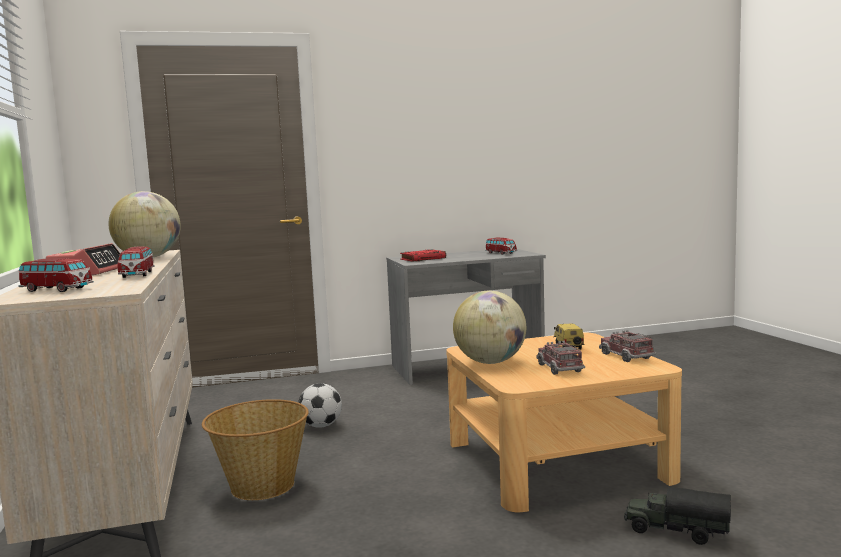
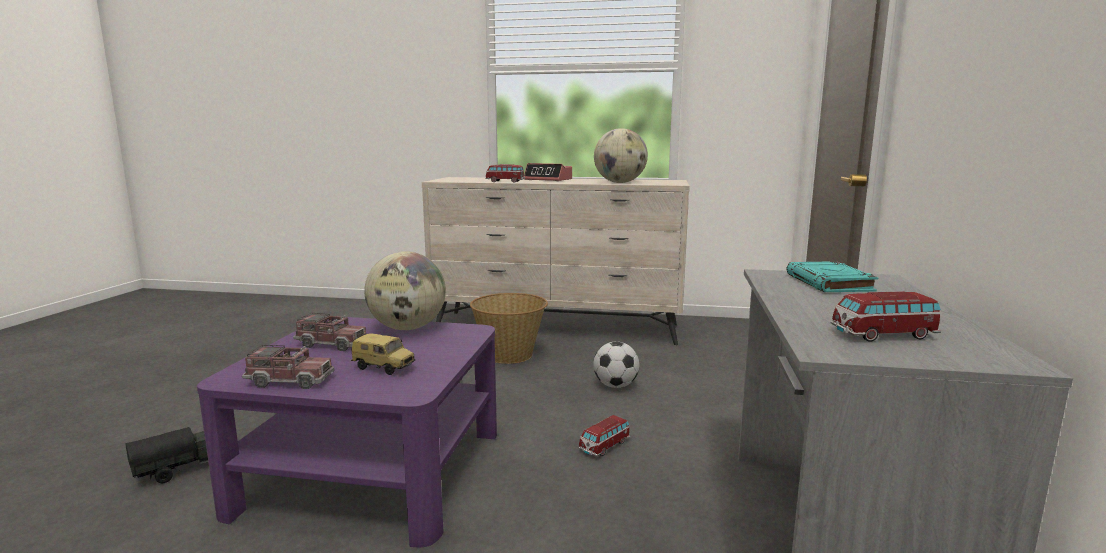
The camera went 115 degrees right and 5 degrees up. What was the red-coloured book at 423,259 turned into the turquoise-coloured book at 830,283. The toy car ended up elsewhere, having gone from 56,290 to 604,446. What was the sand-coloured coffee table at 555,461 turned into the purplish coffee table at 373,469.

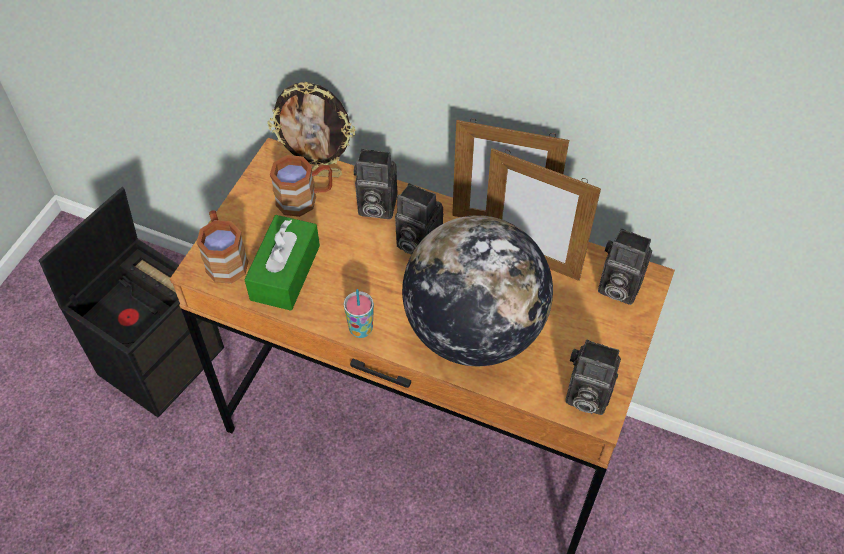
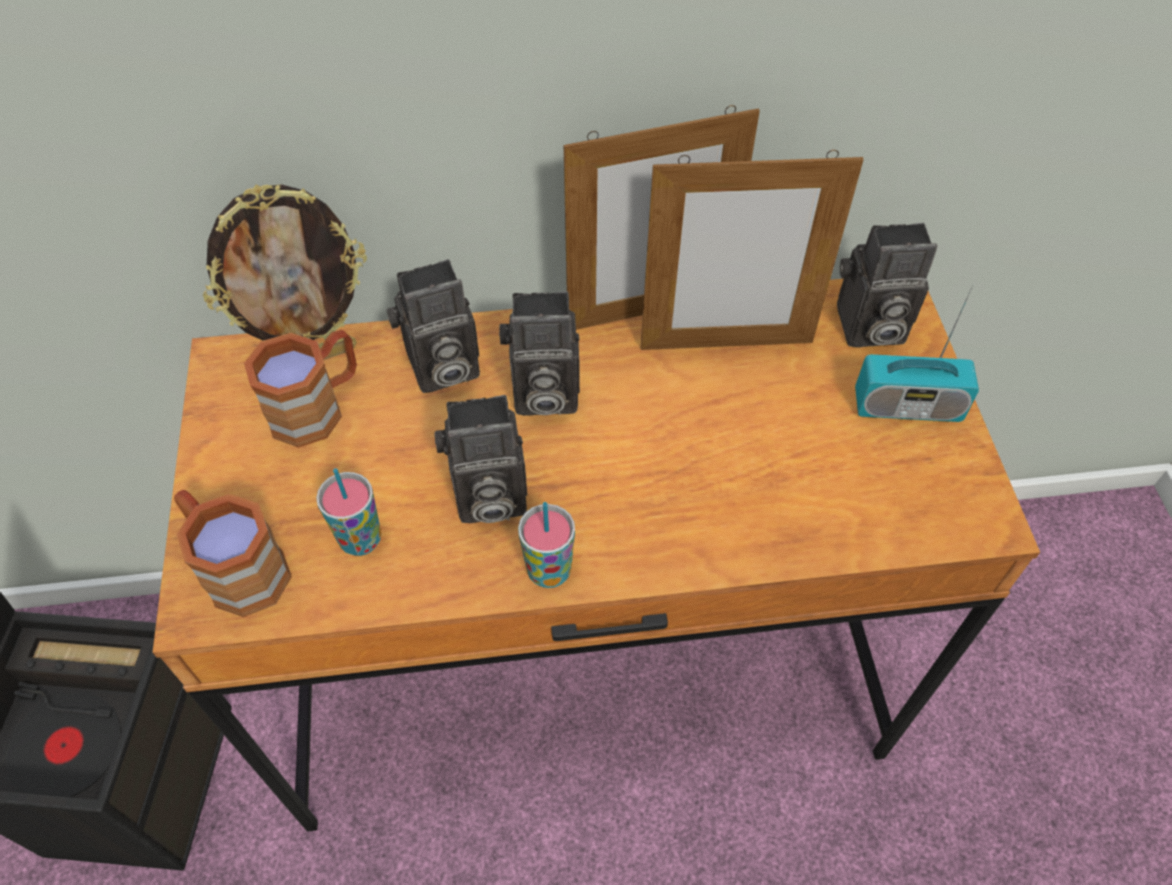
The camera went 30 degrees left and 0 degrees up. Where the green tissue holder stood at 285,272, the drinking cup came to stand at 361,540. The second view lost the globe at 473,330. The photo camera ended up elsewhere, having gone from 585,395 to 486,498. The second view gained the radio receiver at 907,406.

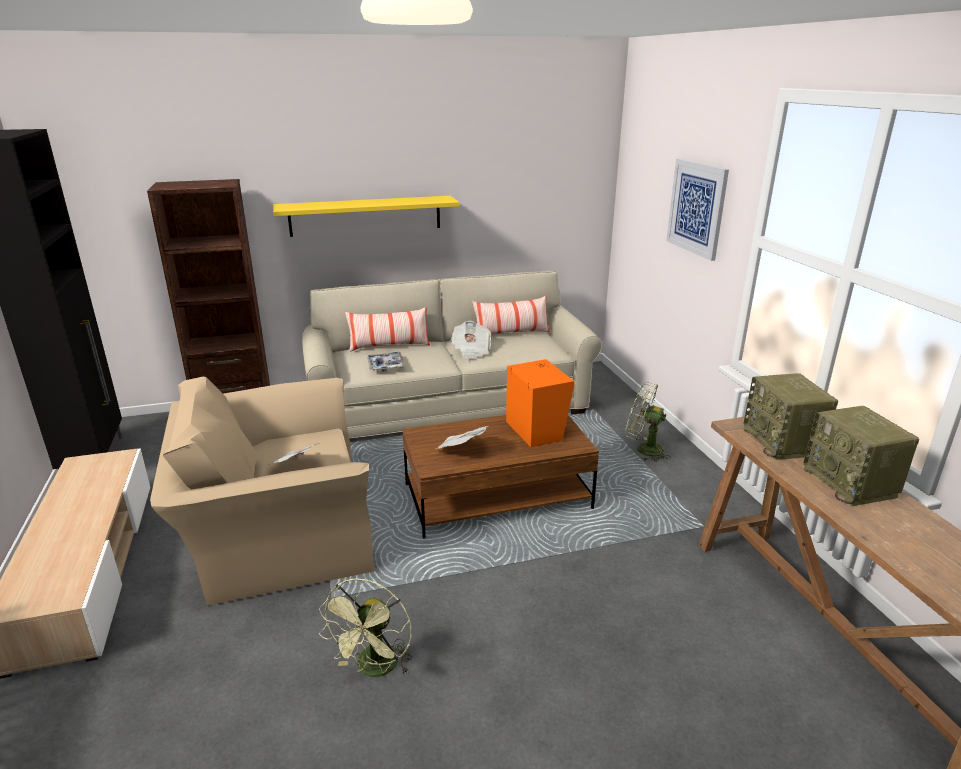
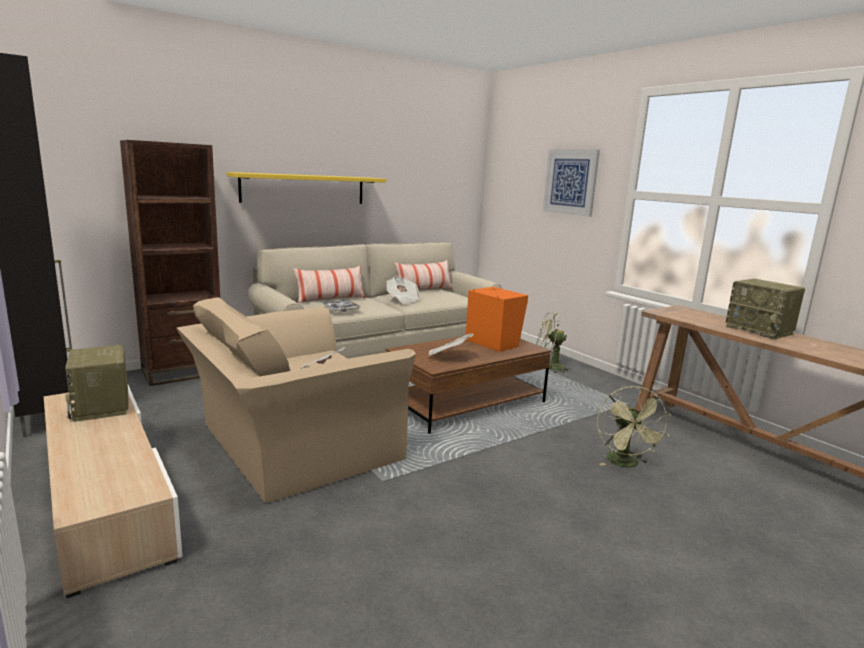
The camera went 20 degrees left and 10 degrees down. The radio receiver ended up elsewhere, having gone from 783,442 to 102,407. The green fan ended up elsewhere, having gone from 375,669 to 626,464.

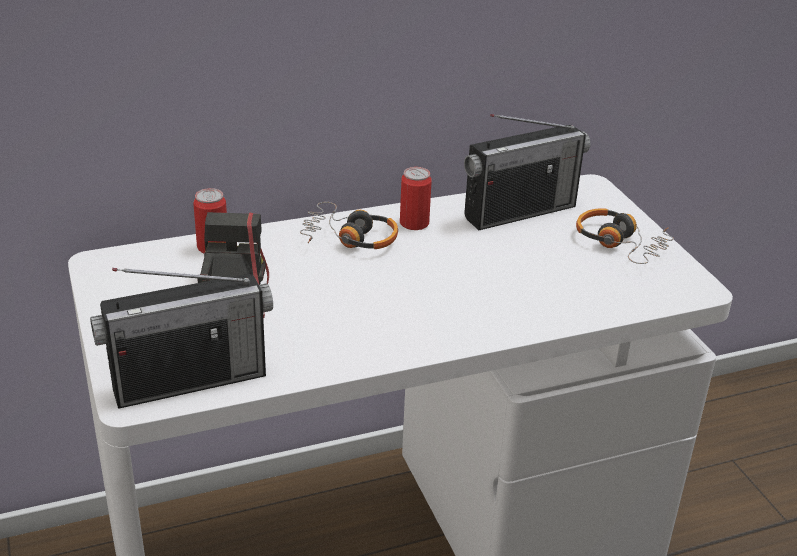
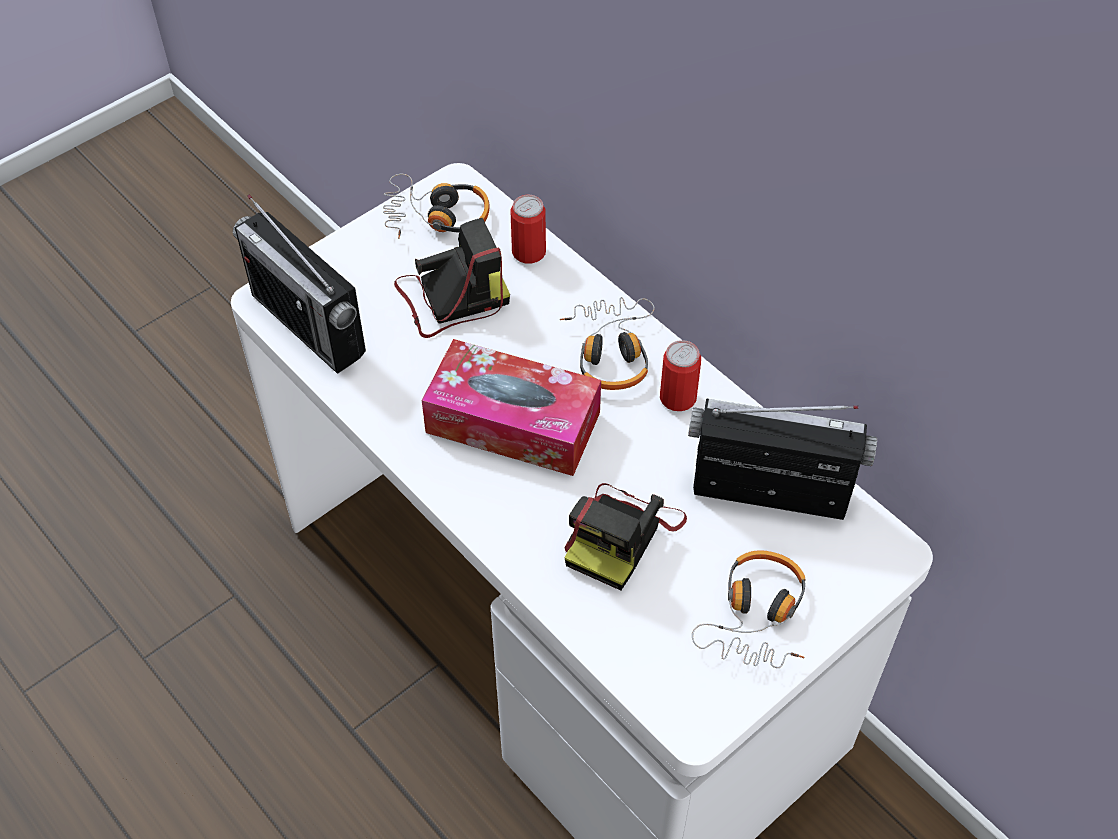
The camera went 70 degrees right and 20 degrees up. The radio receiver at 519,212 ended up facing another way, 150 degrees clockwise from before. The second view gained the pair of headphones at 436,216. The second view gained the tissue holder at 513,422. The second view gained the photo camera at 621,535.

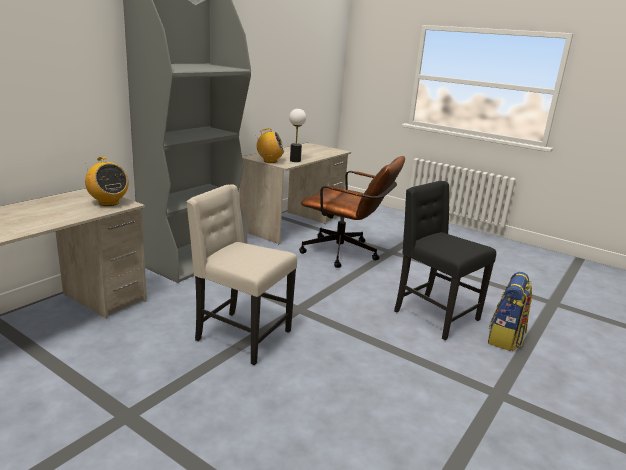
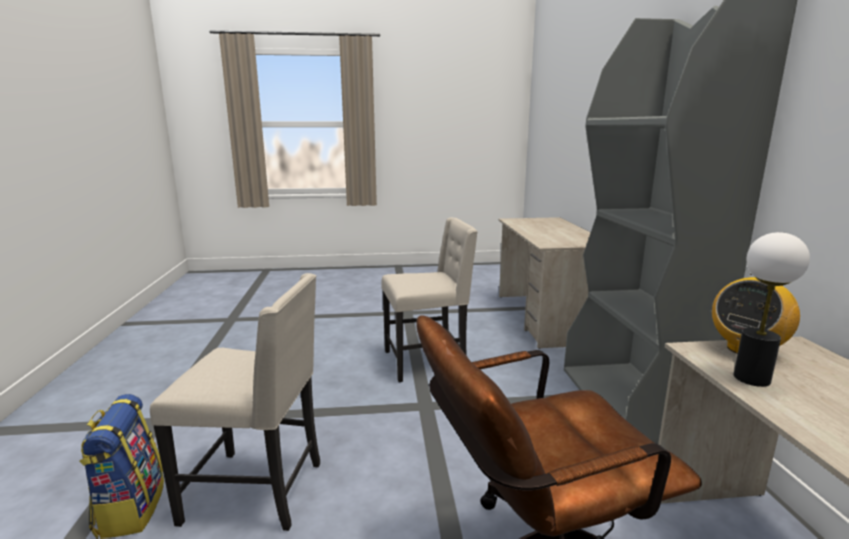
The camera went 140 degrees right and 5 degrees down. The second view lost the radio receiver at 108,203. What was the black upright chair at 434,315 turned into the sand-coloured upright chair at 258,491.

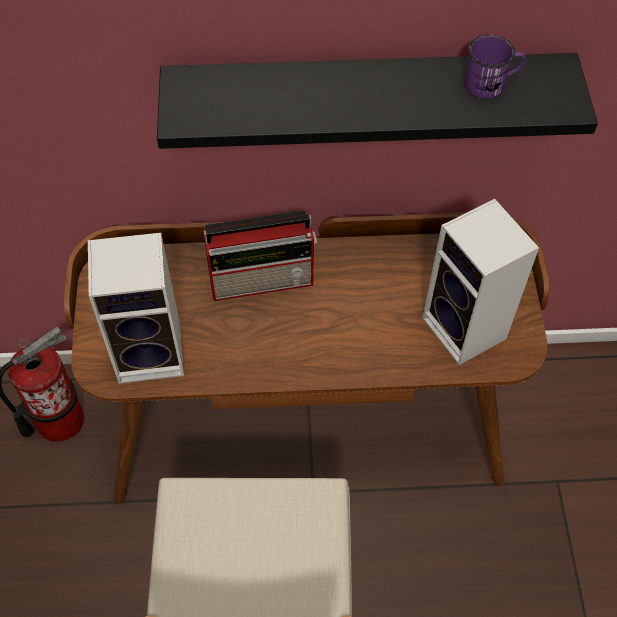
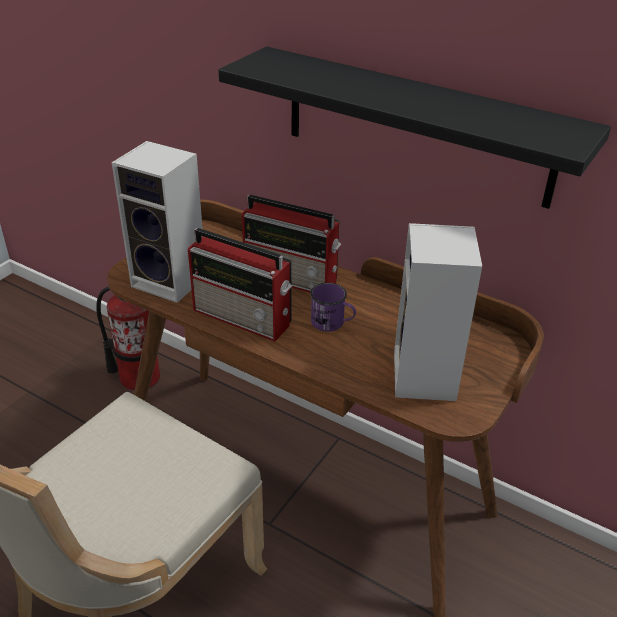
The camera went 35 degrees right and 20 degrees down. The purplish tea mug ended up elsewhere, having gone from 491,83 to 332,323. The second view gained the radio receiver at 244,318.

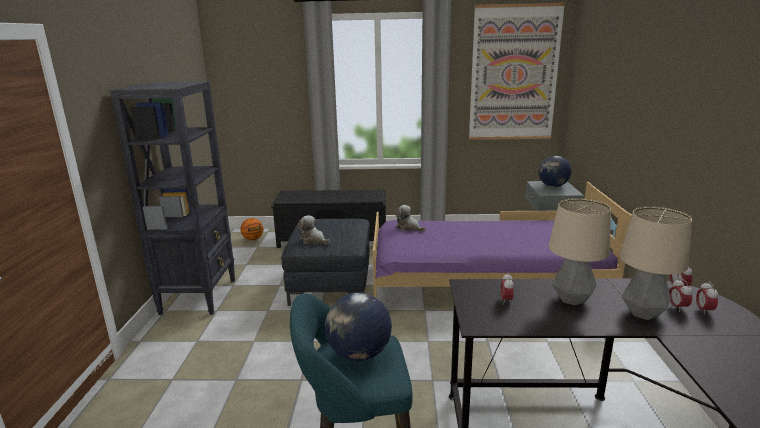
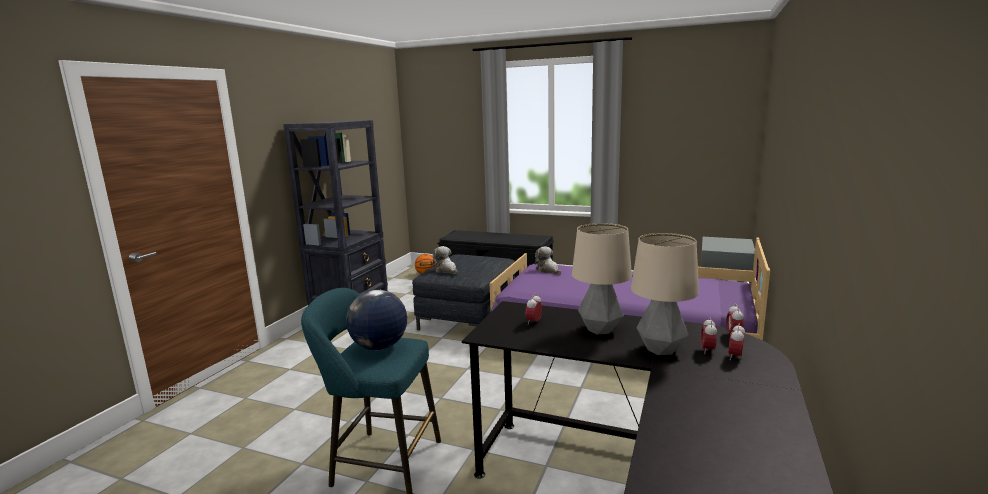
The camera went 20 degrees right and 5 degrees down. The second view lost the picture at 514,74. The second view lost the globe at 553,186.

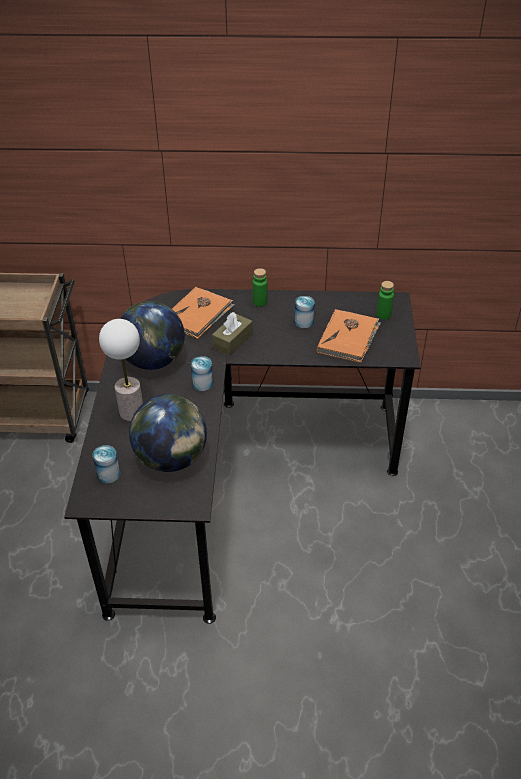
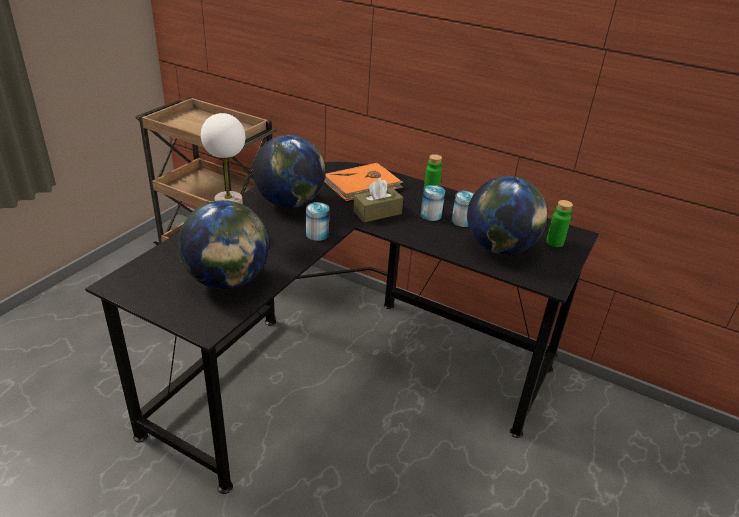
The camera went 25 degrees right and 10 degrees down. Where the orange book stood at 348,338, the globe came to stand at 499,248. The sealed can ended up elsewhere, having gone from 108,474 to 431,215.

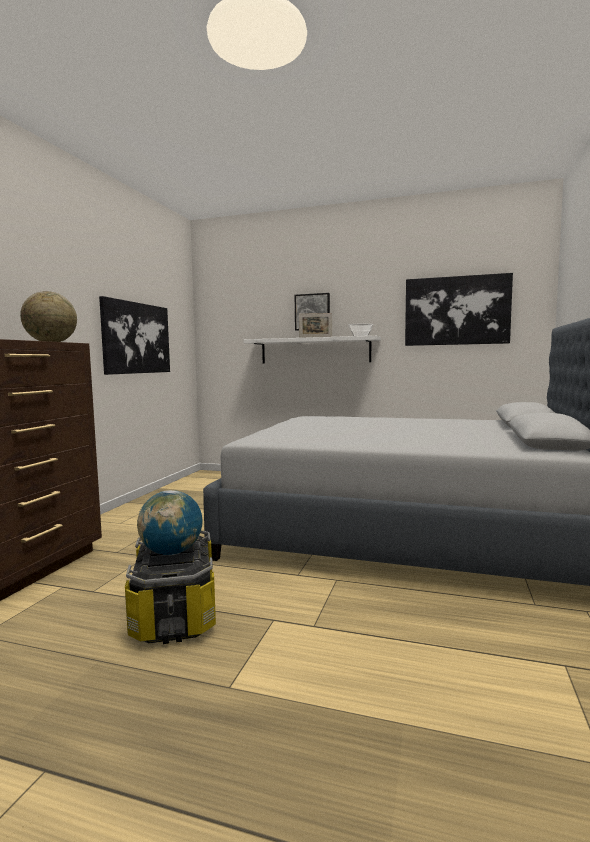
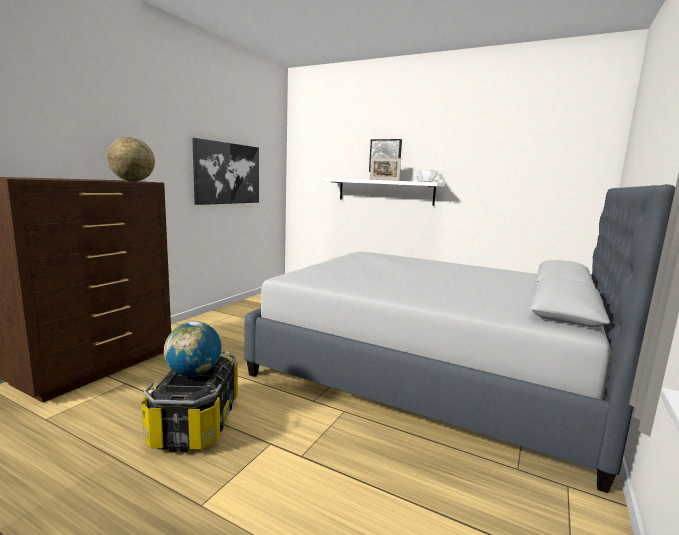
The camera went 10 degrees right and 5 degrees up. The second view lost the picture at 456,310.

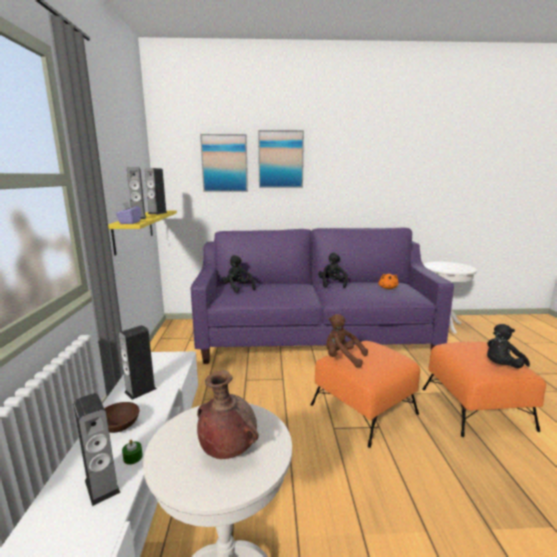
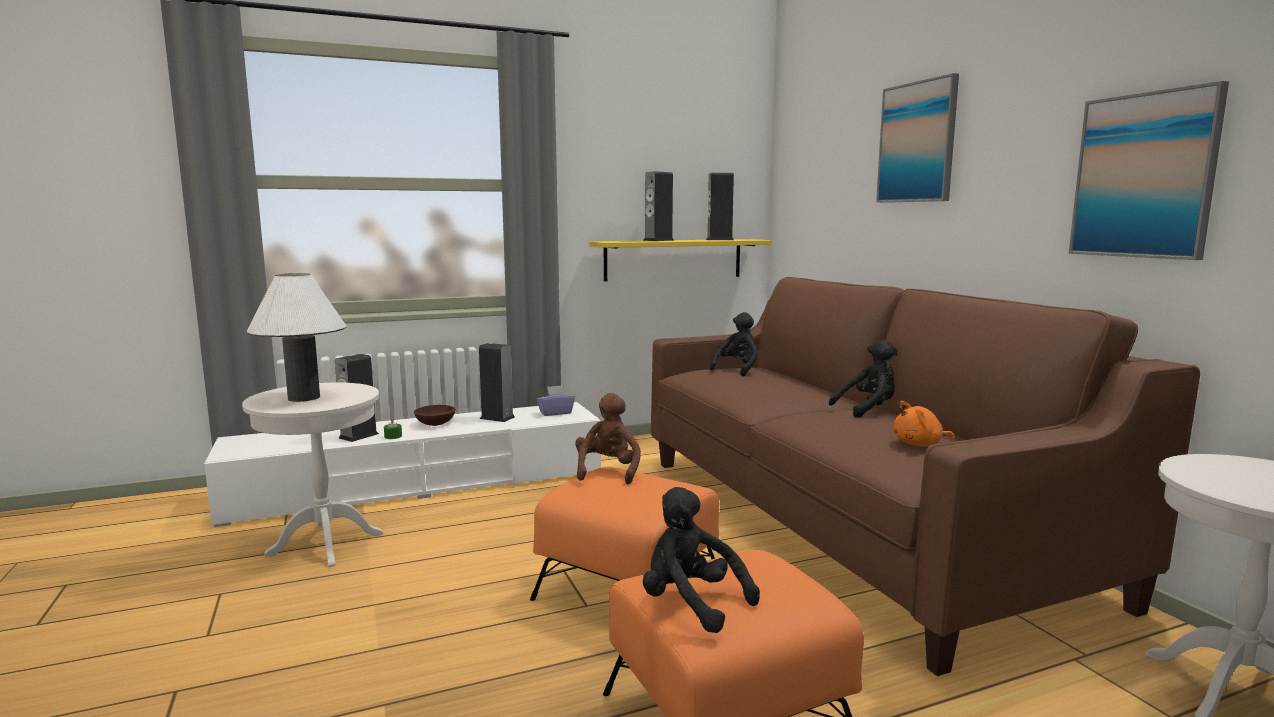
The camera went 70 degrees right and 5 degrees down. The picture ended up elsewhere, having gone from 224,163 to 1144,176. The purplish tissue holder ended up elsewhere, having gone from 129,222 to 555,413. What was the purplish sofa at 313,338 turned into the brown-coloured sofa at 845,521. Where the brown-coloured decorative vase stood at 227,450, the whitish table lamp came to stand at 304,398.

